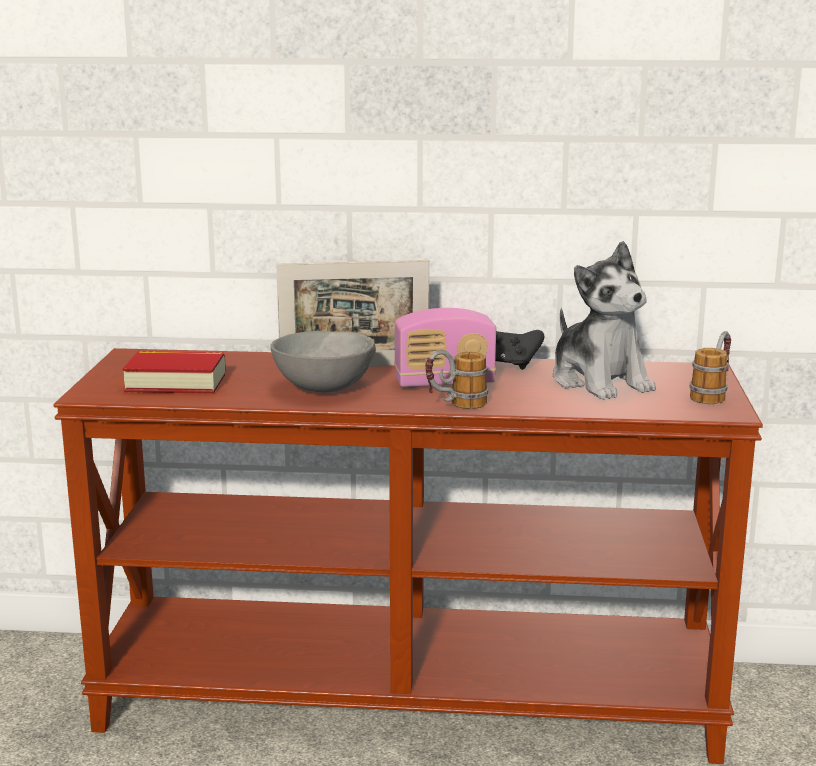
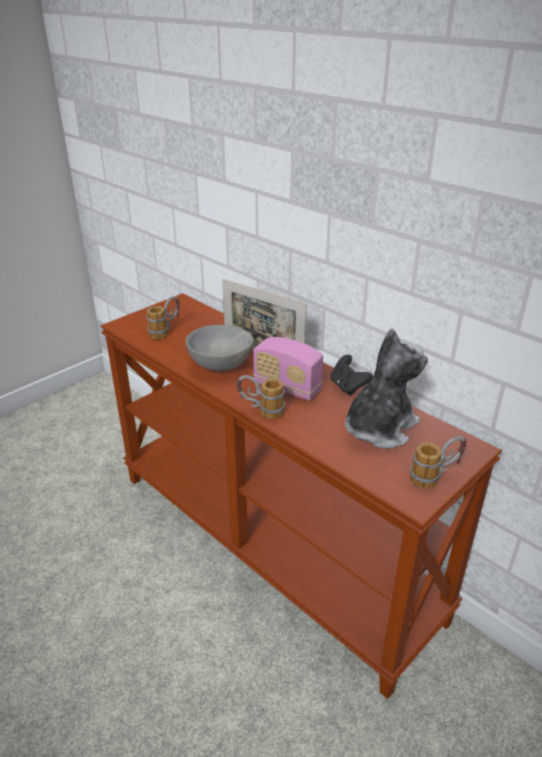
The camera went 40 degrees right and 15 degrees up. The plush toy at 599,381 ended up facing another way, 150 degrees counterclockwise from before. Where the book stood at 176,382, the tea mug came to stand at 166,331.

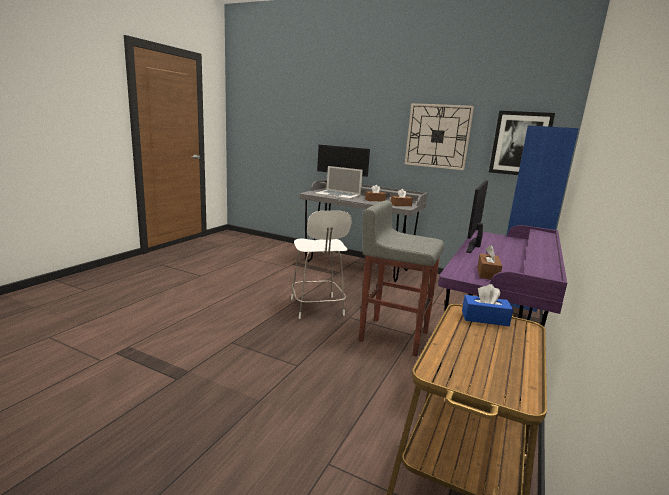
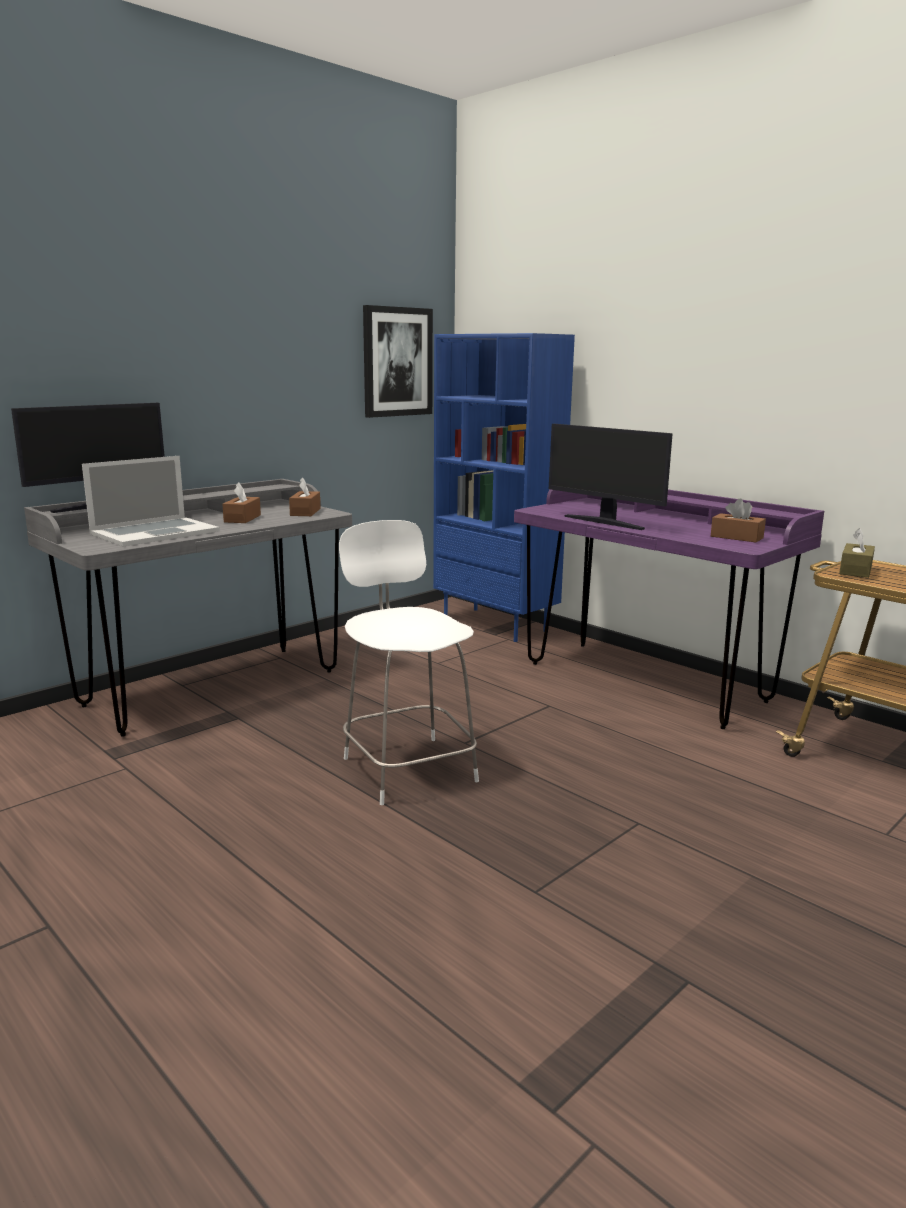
The camera went 70 degrees left and 0 degrees up. The second view lost the hanging clock at 437,136. The second view lost the gray sitting stool at 393,335. The whitish upright chair at 317,308 ended up facing another way, 120 degrees counterclockwise from before. What was the blue-coloured tissue holder at 485,318 turned into the brown-coloured tissue holder at 855,570.

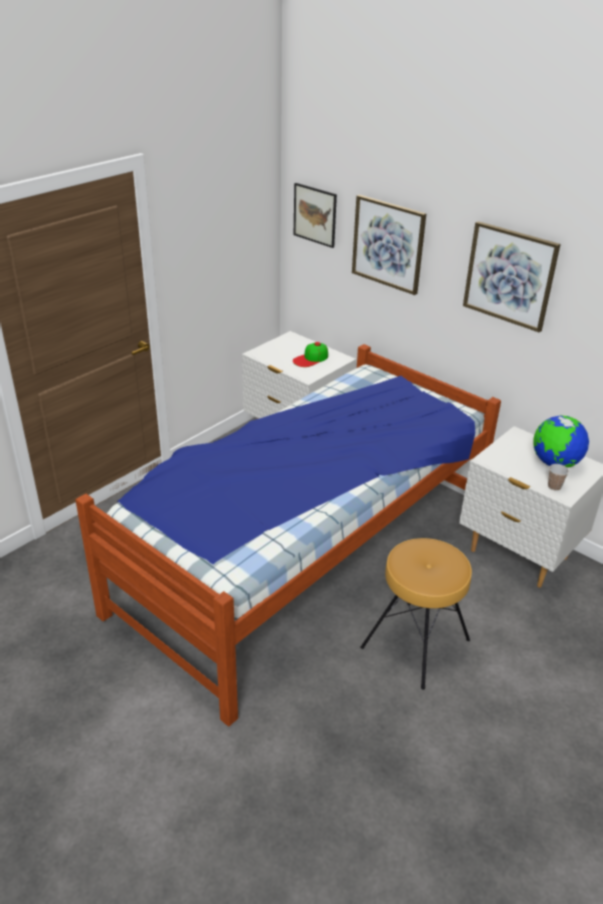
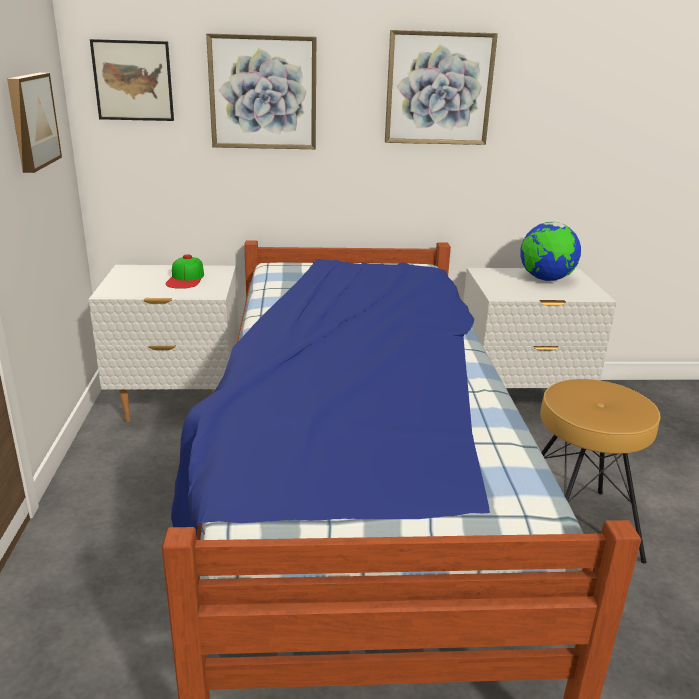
The camera went 45 degrees left and 10 degrees down. The second view lost the drinking cup at 554,486. The second view gained the picture at 31,121.

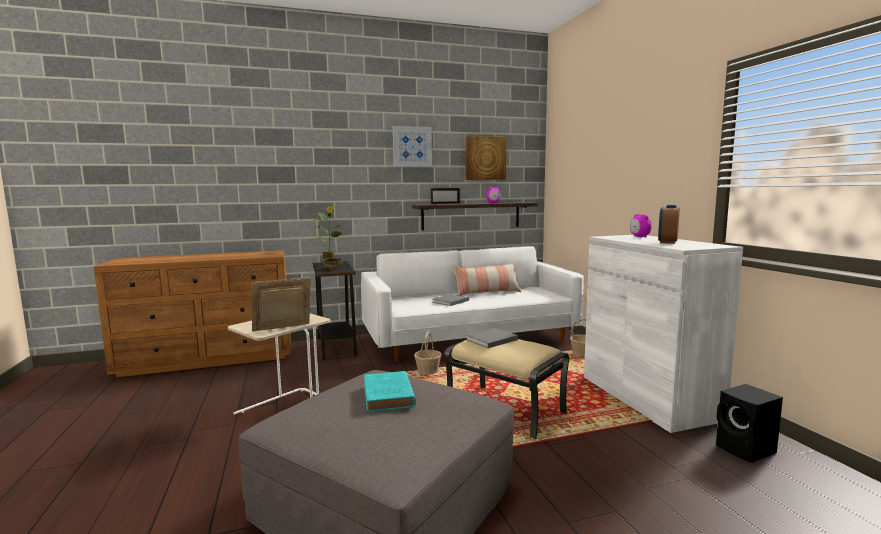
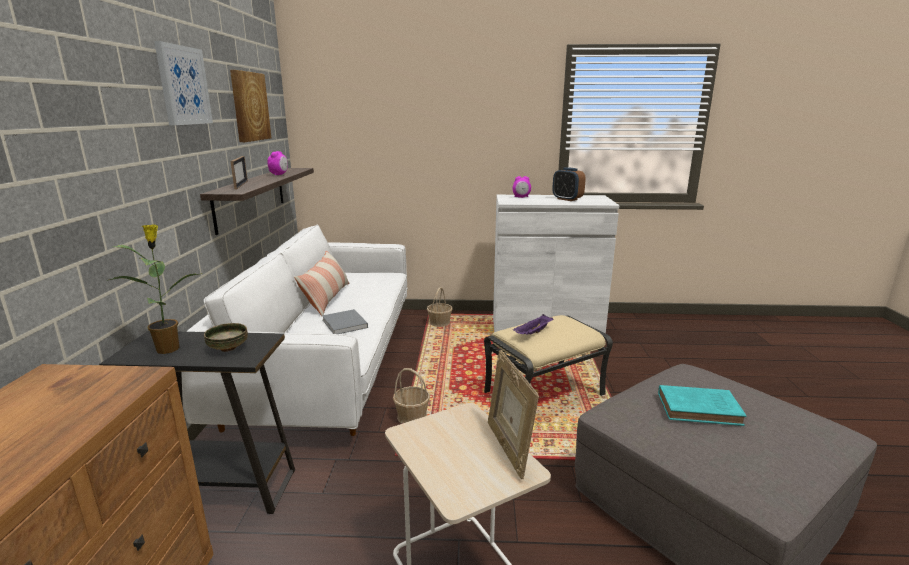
The camera went 70 degrees left and 10 degrees up. Where the gray book stood at 490,340, the purplish carrying tray came to stand at 533,333. The second view lost the black loudspeaker at 747,450.

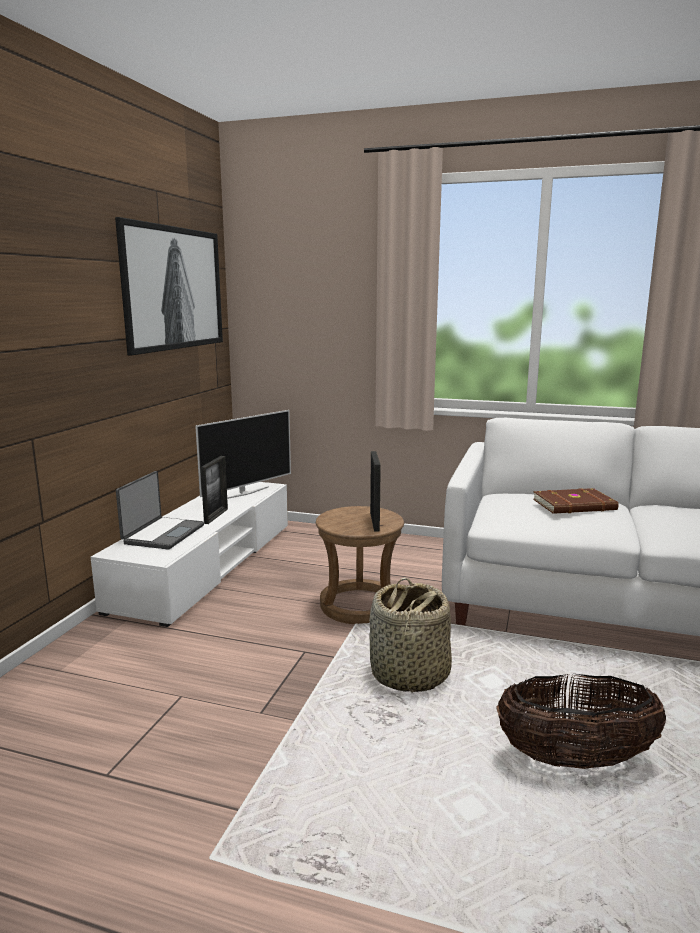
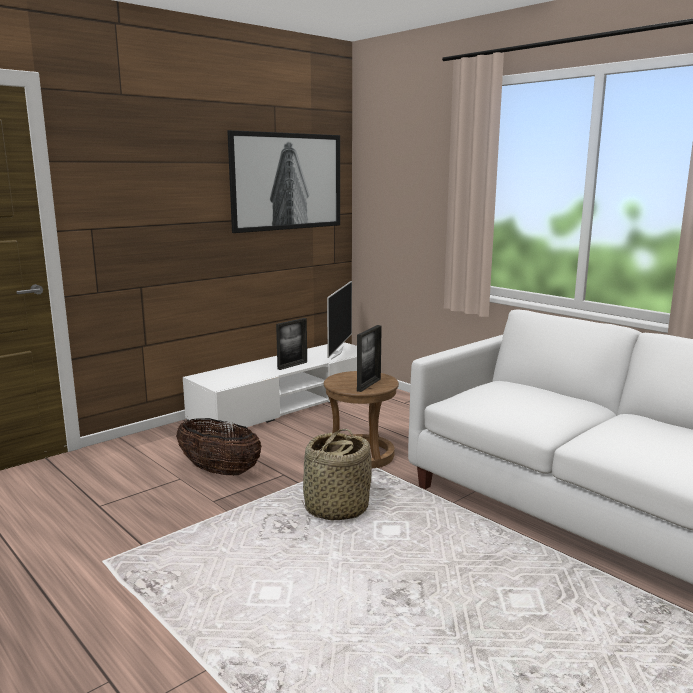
The camera went 30 degrees right and 0 degrees up. The TV at 245,493 ended up facing another way, 60 degrees counterclockwise from before. The second view lost the notebook computer at 163,534. The second view lost the brown-coloured book at 575,505. The storage basket ended up elsewhere, having gone from 575,759 to 219,471.

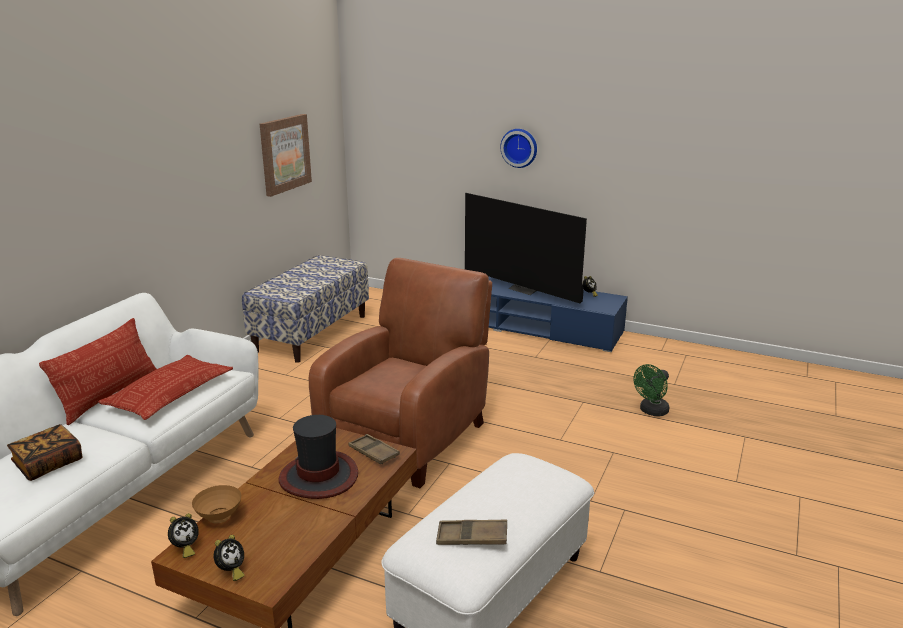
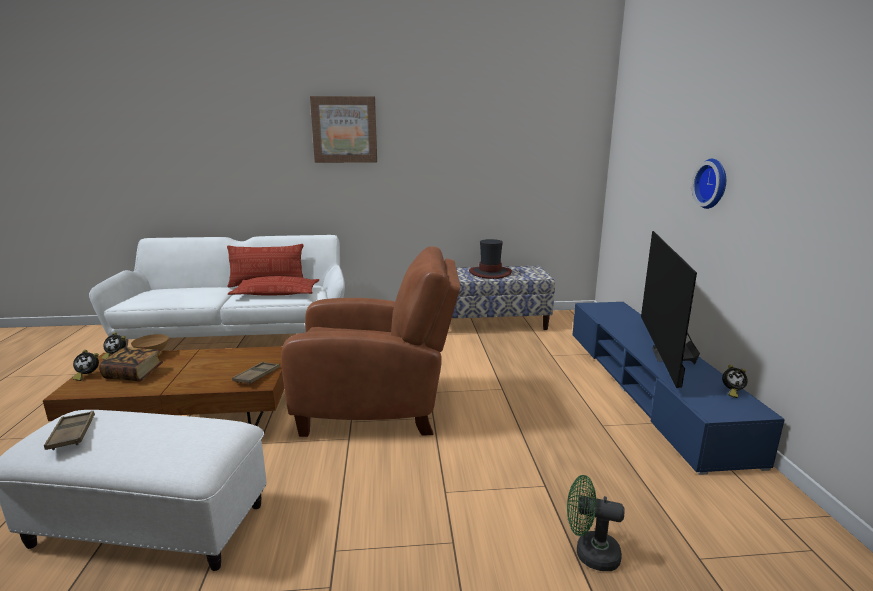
The camera went 60 degrees right and 5 degrees down. The picture ended up elsewhere, having gone from 284,154 to 344,130. The hat ended up elsewhere, having gone from 319,476 to 490,273. The book ended up elsewhere, having gone from 48,463 to 134,374.

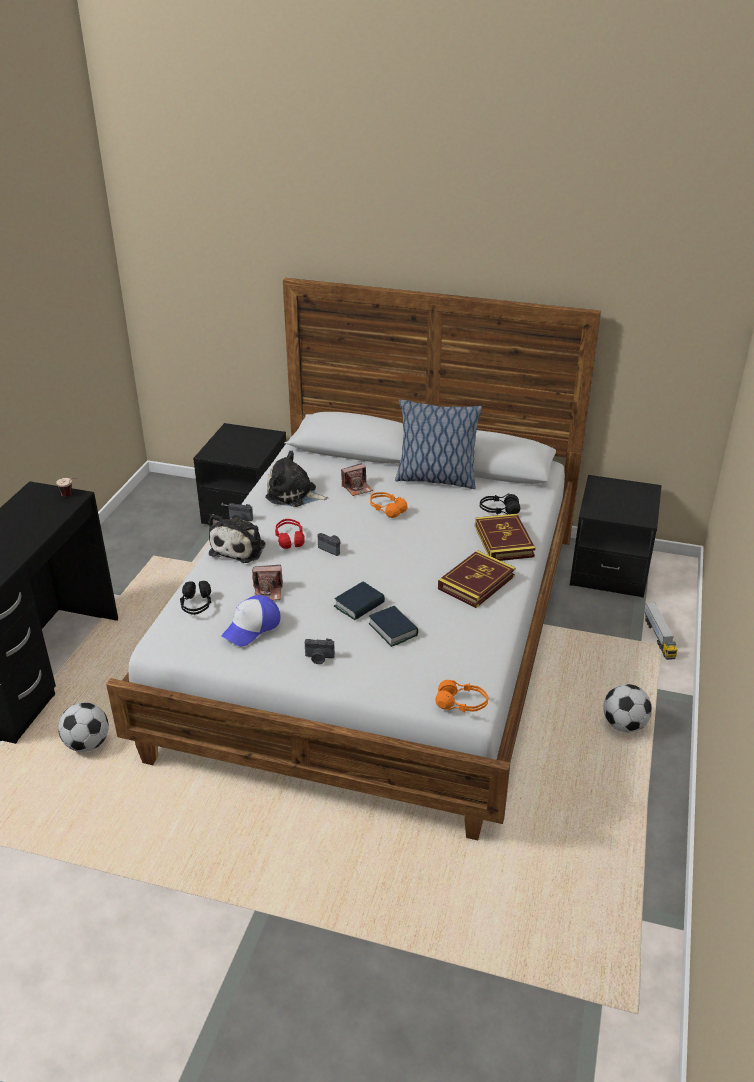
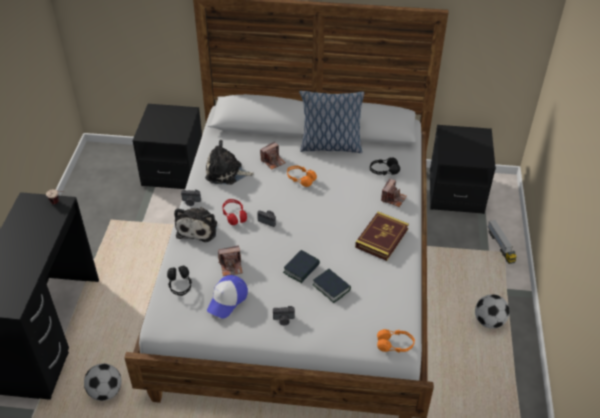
The camera went 10 degrees left and 10 degrees up. Where the book stood at 503,541, the photo camera came to stand at 393,198.

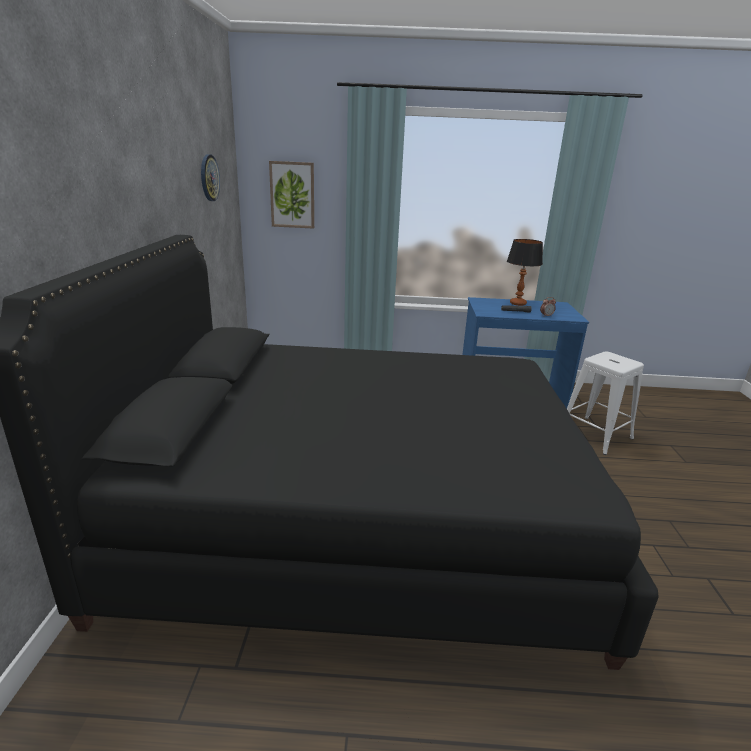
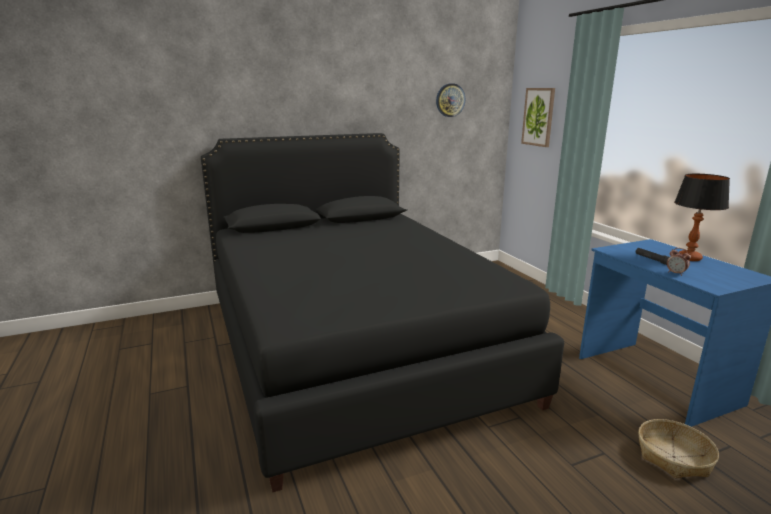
The camera went 65 degrees right and 5 degrees down. Where the whitish sitting stool stood at 595,435, the storage basket came to stand at 674,457.

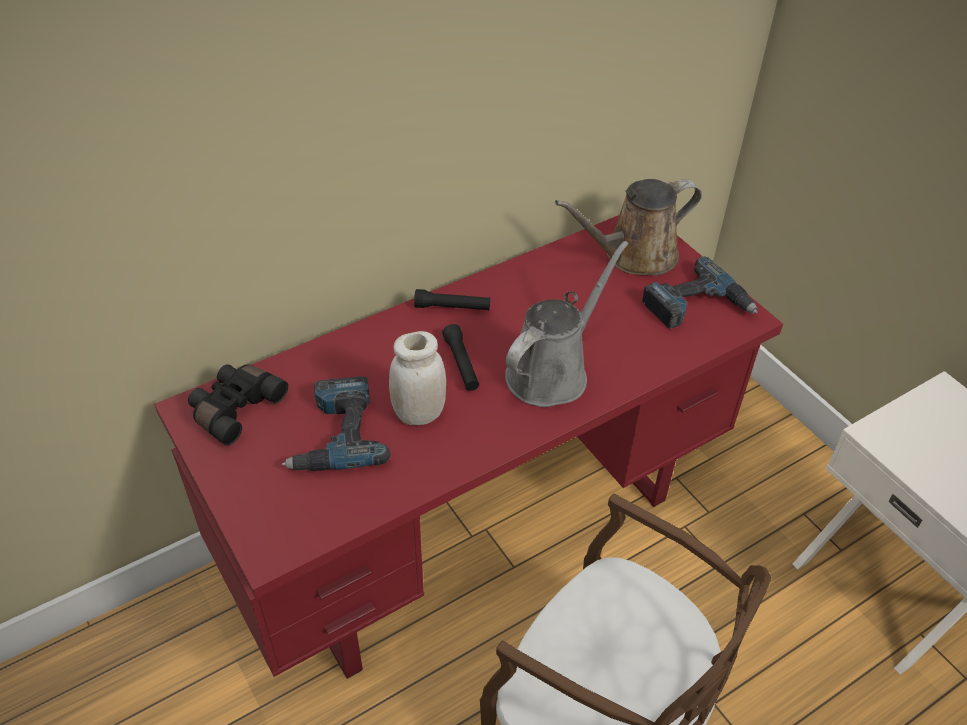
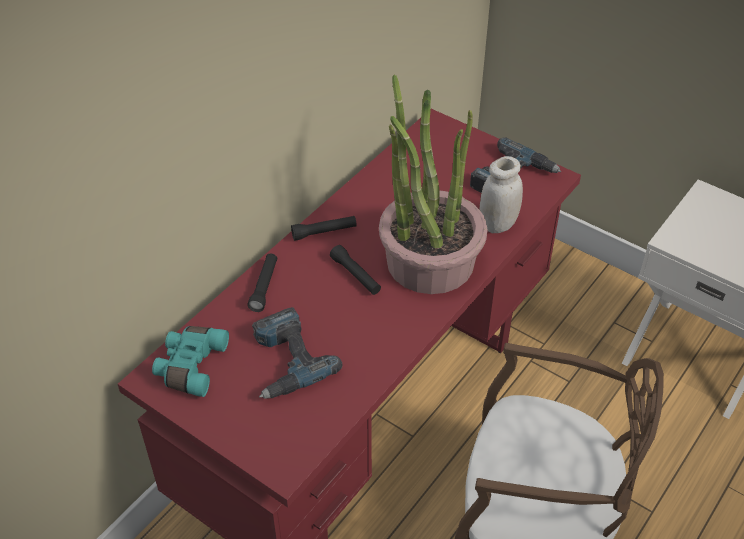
The camera went 20 degrees left and 0 degrees up. The second view lost the brown-coloured sprinkling can at 634,256. Where the gray sprinkling can stood at 552,372, the plant in a pot came to stand at 429,261. The whitish jar ended up elsewhere, having gone from 419,413 to 498,224. What was the black binoculars at 235,408 turned into the turquoise-coloured binoculars at 190,366. The second view gained the black flashlight at 264,287.

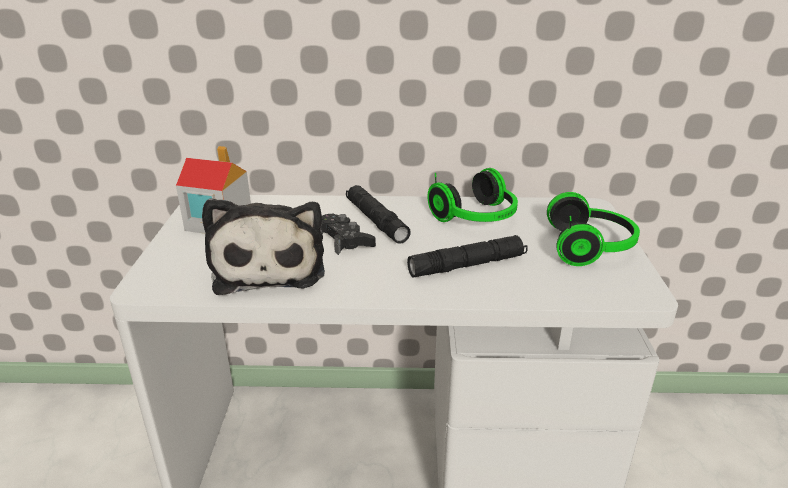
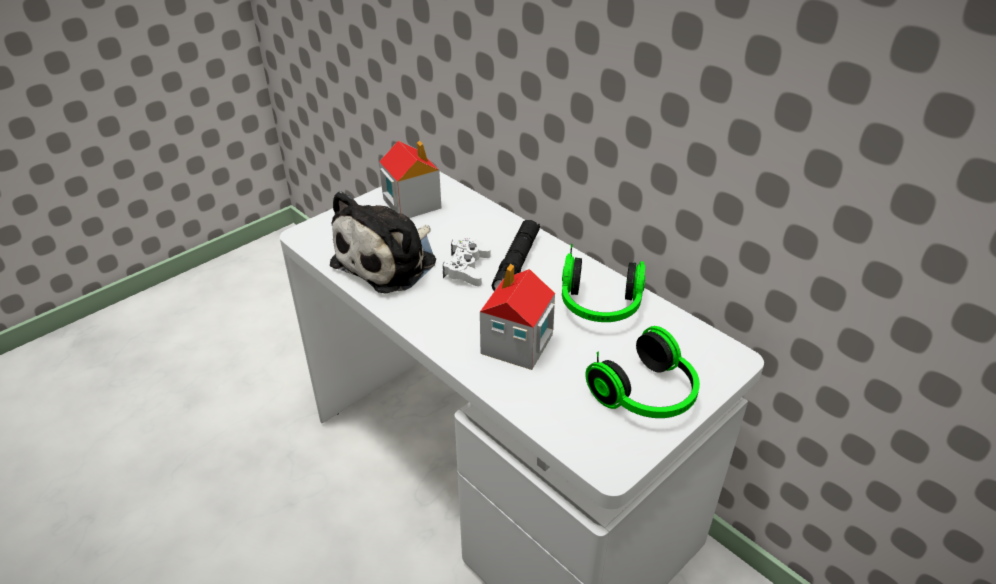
The camera went 45 degrees right and 10 degrees up. What was the black gamepad at 344,240 turned into the whitish gamepad at 467,268. Where the black flashlight stood at 467,265, the toy house came to stand at 516,345.

